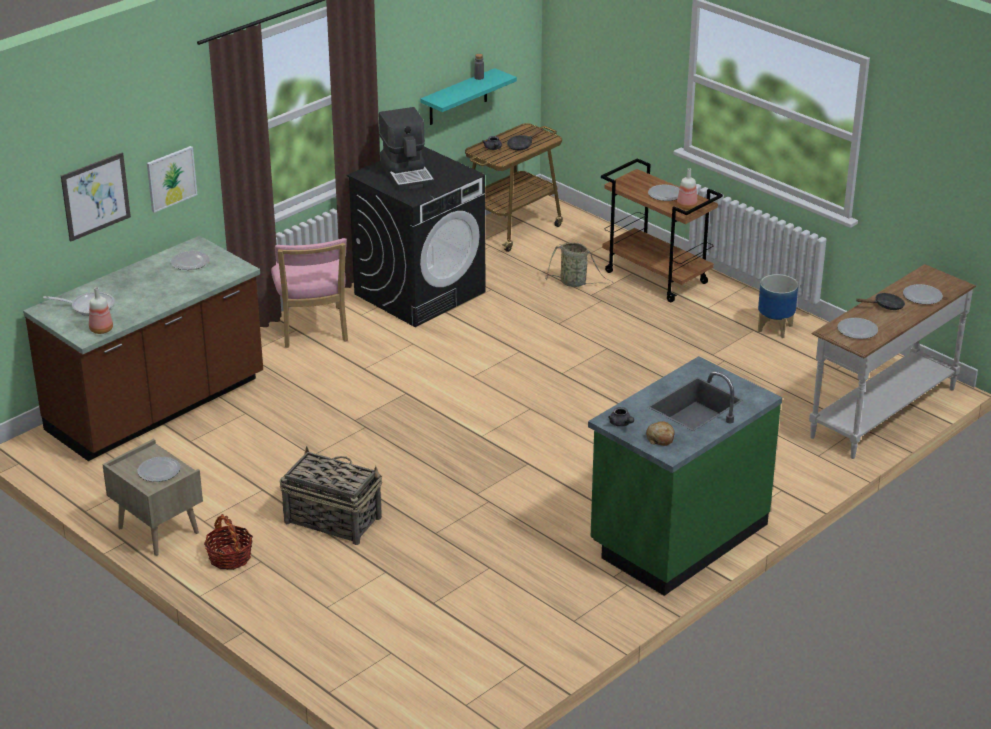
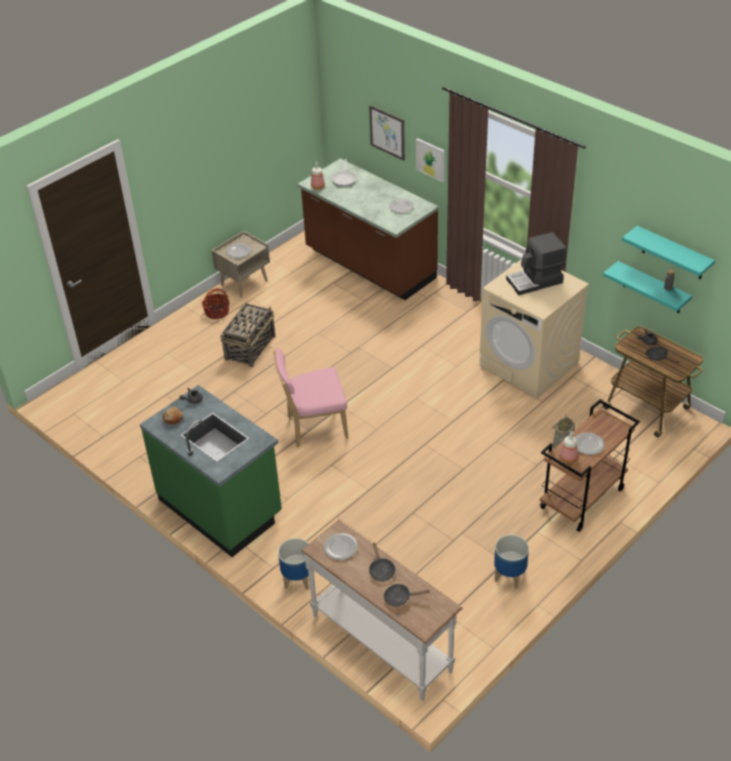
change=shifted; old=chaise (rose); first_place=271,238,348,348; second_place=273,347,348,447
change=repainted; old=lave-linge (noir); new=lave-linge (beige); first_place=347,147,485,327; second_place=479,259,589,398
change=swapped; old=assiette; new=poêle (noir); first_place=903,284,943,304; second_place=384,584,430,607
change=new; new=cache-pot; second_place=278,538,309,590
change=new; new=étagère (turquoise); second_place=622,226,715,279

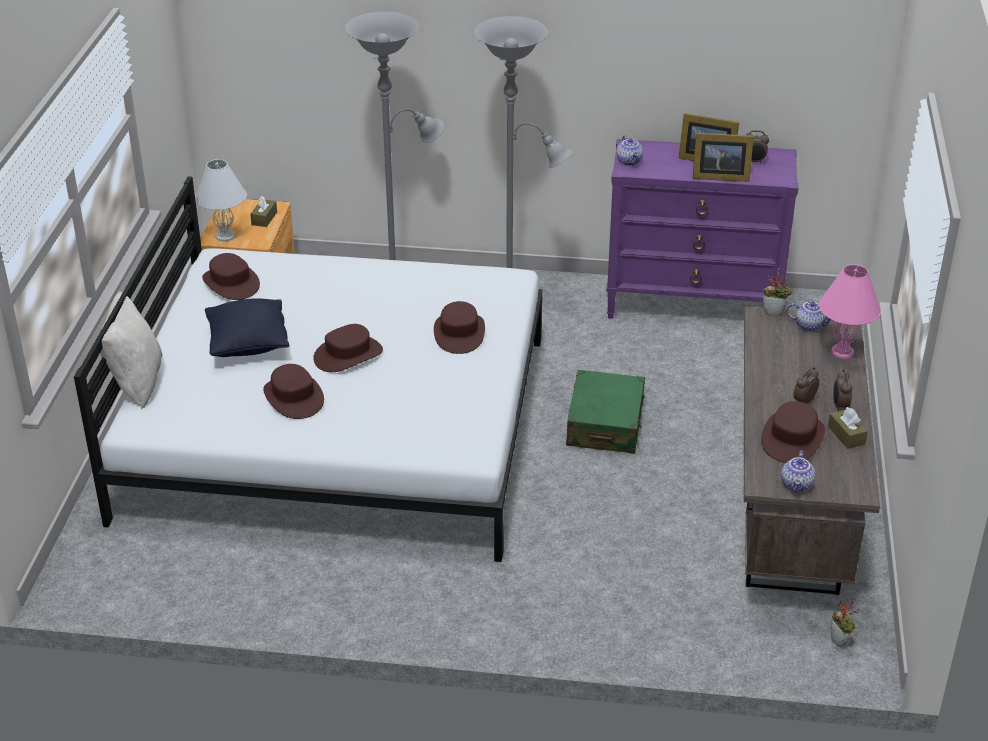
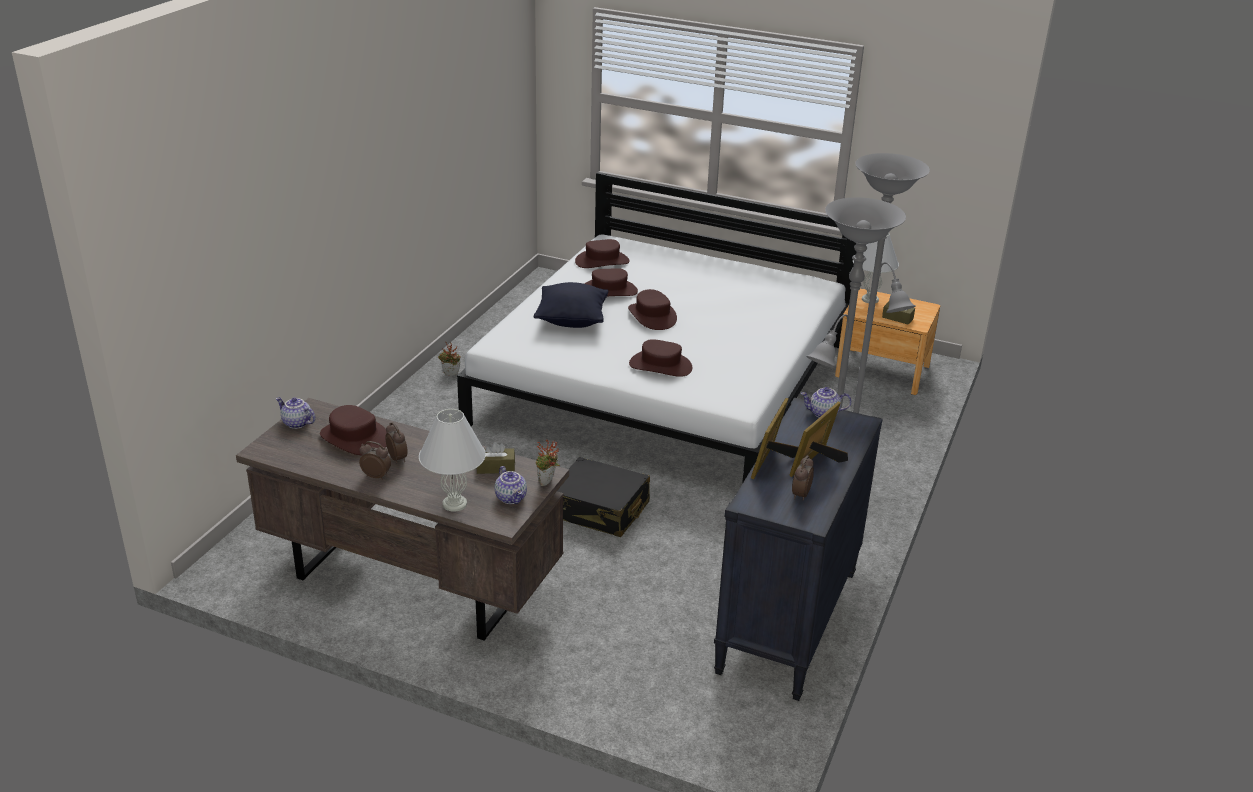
change=gone; old=coussin (beige); first_place=100,291,163,409
change=shifted; old=chapeau (marron); first_place=202,253,260,300; second_place=575,239,630,268
change=shifted; old=coussin (noir); first_place=205,298,290,357; second_place=534,282,609,328
change=repainted; old=valise (vert); new=valise (noir); first_place=566,370,645,454; second_place=557,457,650,537
change=repainted; old=commode (violet); new=commode (noir); first_place=606,139,798,319; second_place=714,398,883,701
change=rotated; old=théière; first_place=787,302,831,331; second_place=495,466,527,504; degrees=-60
change=repainted; old=lampe de table (rose); new=lampe de table (blanc); first_place=819,264,881,359; second_place=419,409,486,511
change=shifted; old=boîte à mouchoirs (marron); first_place=828,407,868,449; second_place=477,442,515,474
change=shifted; old=plante en pot; first_place=830,599,859,647; second_place=438,342,461,376

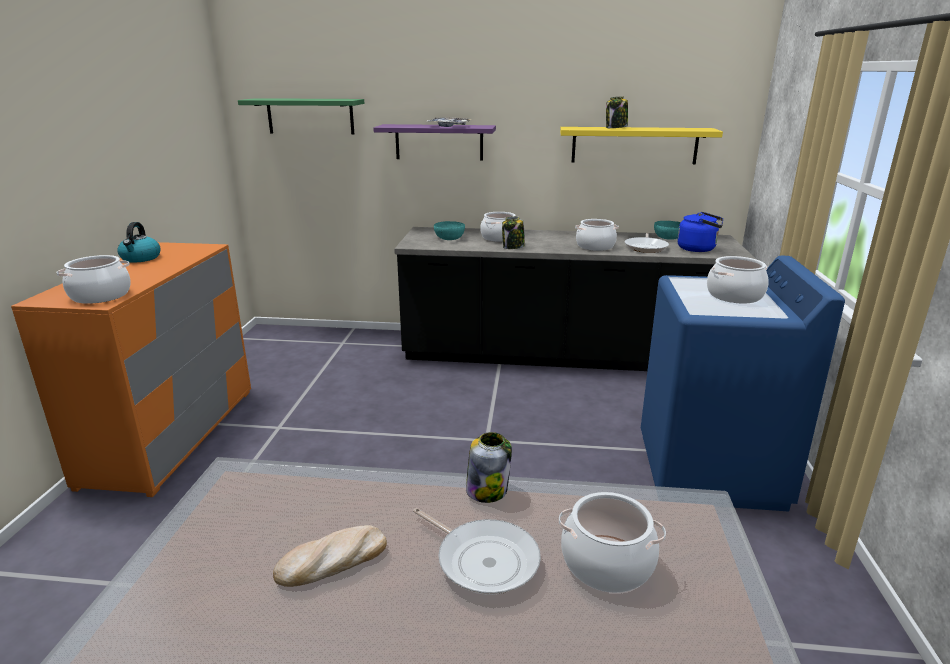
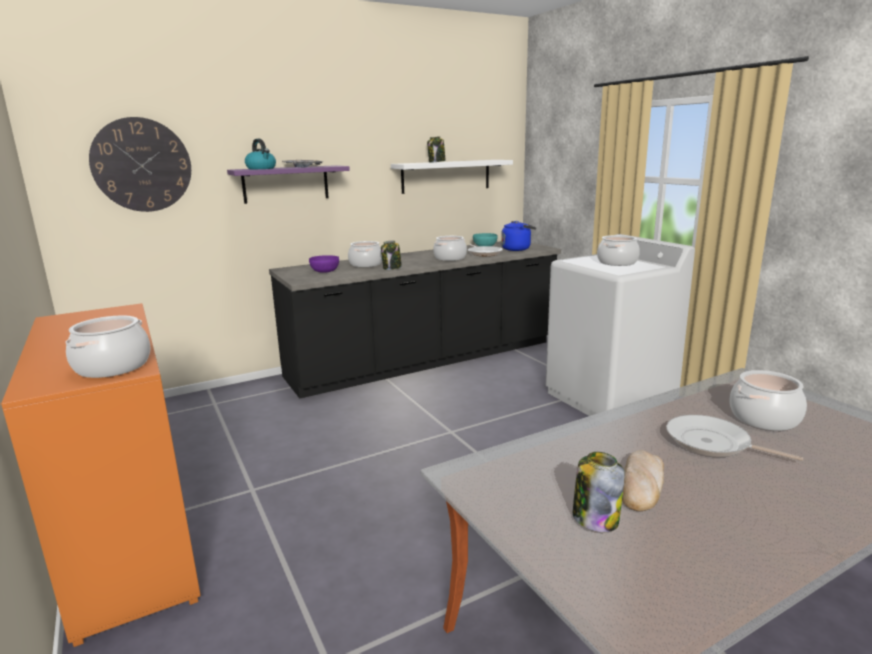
change=shifted; old=bouilloire; first_place=118,222,160,263; second_place=245,139,276,169
change=swapped; old=étagère (vert); new=horloge murale; first_place=238,98,364,134; second_place=89,117,191,212
change=rotated; old=poêle; first_place=413,508,541,595; second_place=666,415,803,461; degrees=-150
change=repainted; old=bol (turquoise); new=bol (violet); first_place=434,221,465,240; second_place=309,255,339,273
change=shifted; old=bocal; first_place=466,432,512,503; second_place=573,452,625,532
change=repainted; old=étagère (jaune); new=étagère (blanc); first_place=560,127,723,164; second_place=391,160,513,194
change=repainted; old=lave-linge (bleu); new=lave-linge (blanc); first_place=641,256,845,511; second_place=546,234,695,416

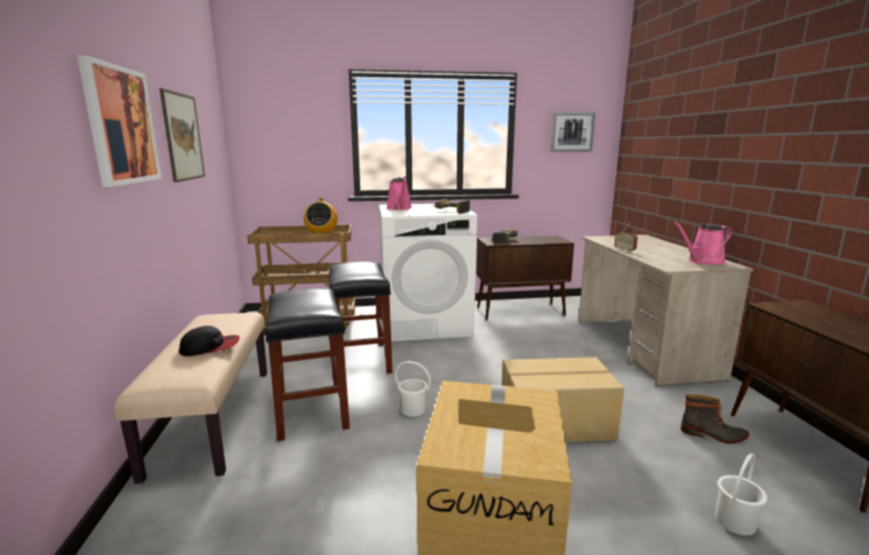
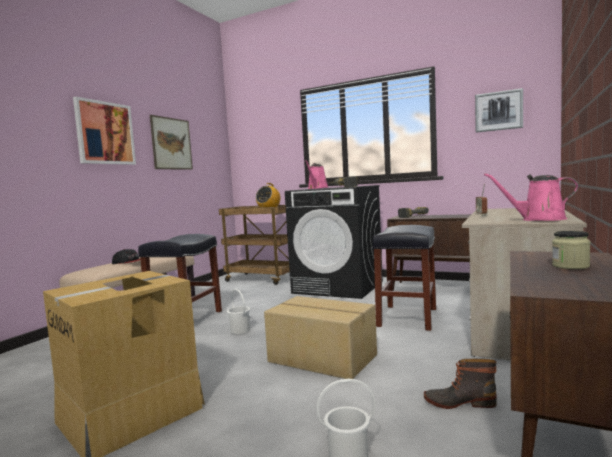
change=shifted; old=tabouret (noir); first_place=329,262,392,374; second_place=372,225,436,331
change=repainted; old=lave-linge (blanc); new=lave-linge (noir); first_place=379,204,477,341; second_place=285,185,383,299
change=rotated; old=botte; first_place=681,395,749,444; second_place=424,359,497,409; degrees=135
change=new; new=bocal; second_place=552,231,590,269

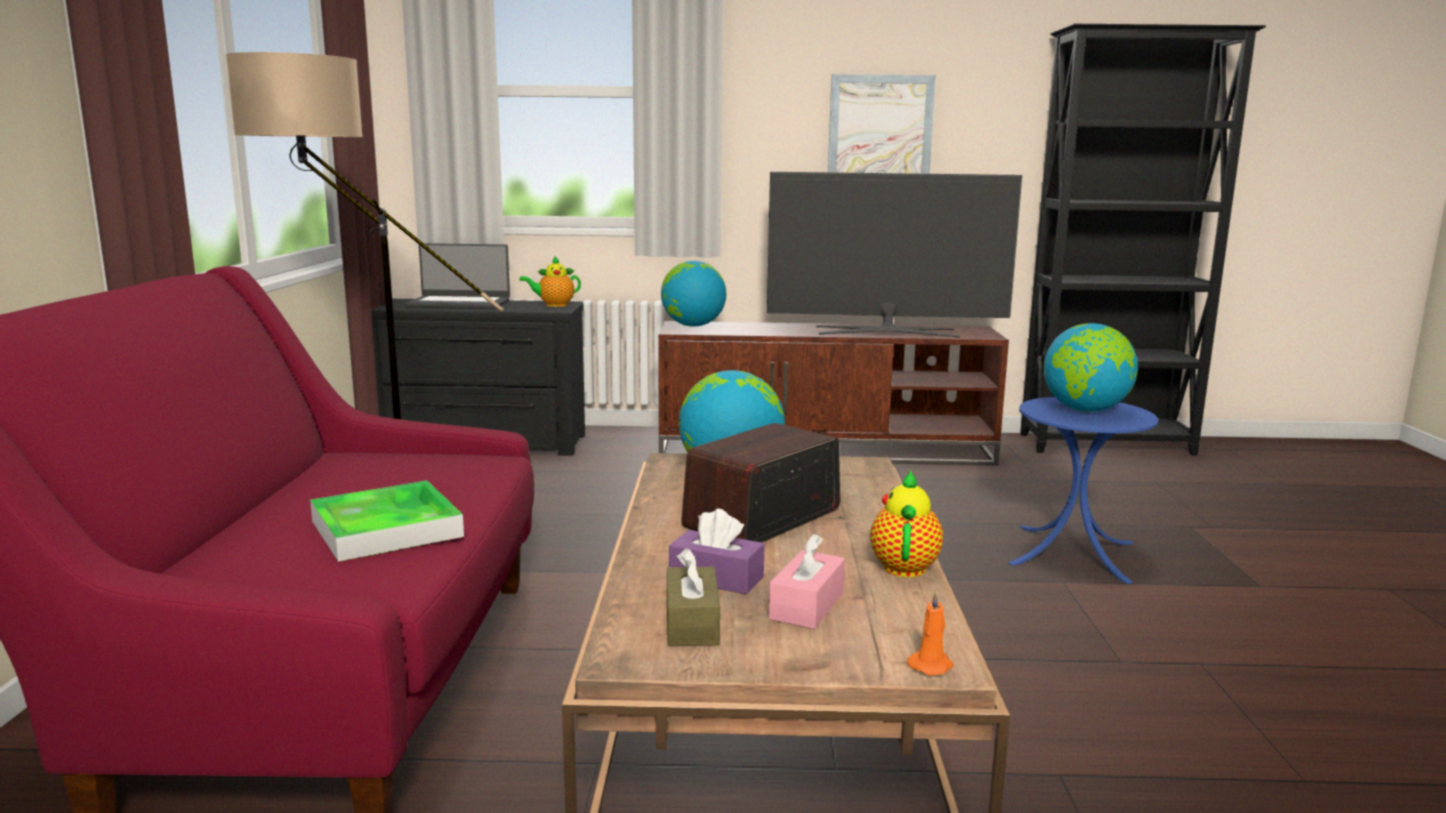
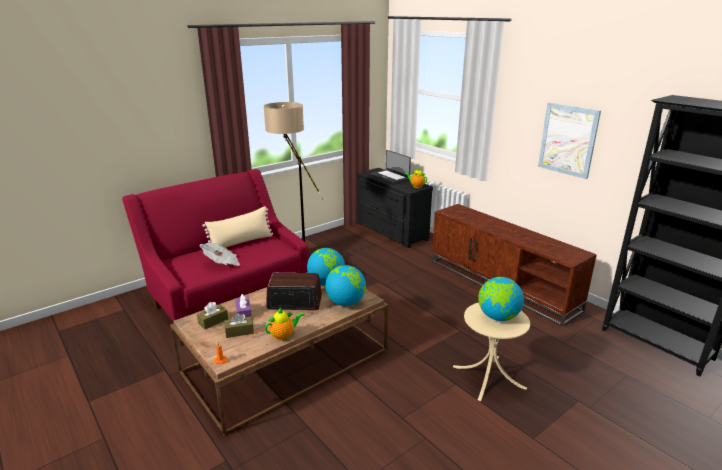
change=swapped; old=plateau; new=journal; first_place=310,481,464,562; second_place=200,243,240,266
change=shifted; old=globe; first_place=661,261,726,327; second_place=325,265,366,306
change=gone; old=téléviseur; first_place=767,172,1022,338
change=repainted; old=boîte à mouchoirs (rose); new=boîte à mouchoirs (marron); first_place=769,534,845,629; second_place=225,313,254,338
change=repainted; old=table d'appoint (bleu); new=table d'appoint (beige); first_place=1008,397,1158,584; second_place=453,303,530,401
change=new; new=coussin (beige); second_place=202,206,273,248

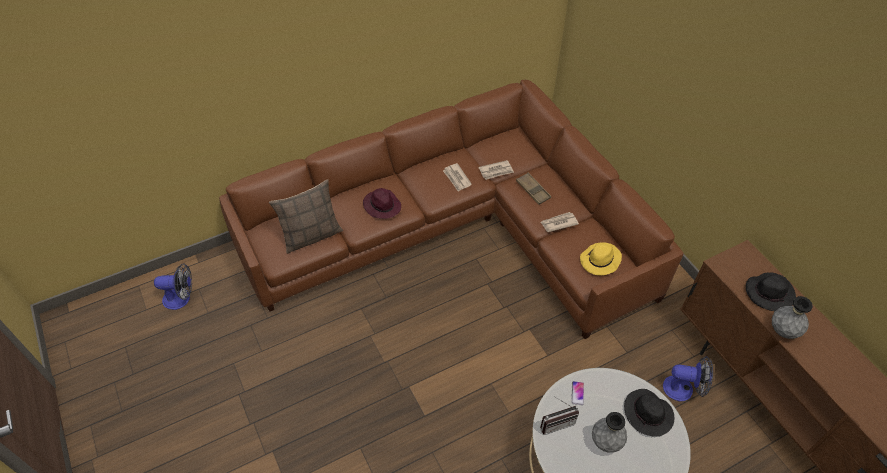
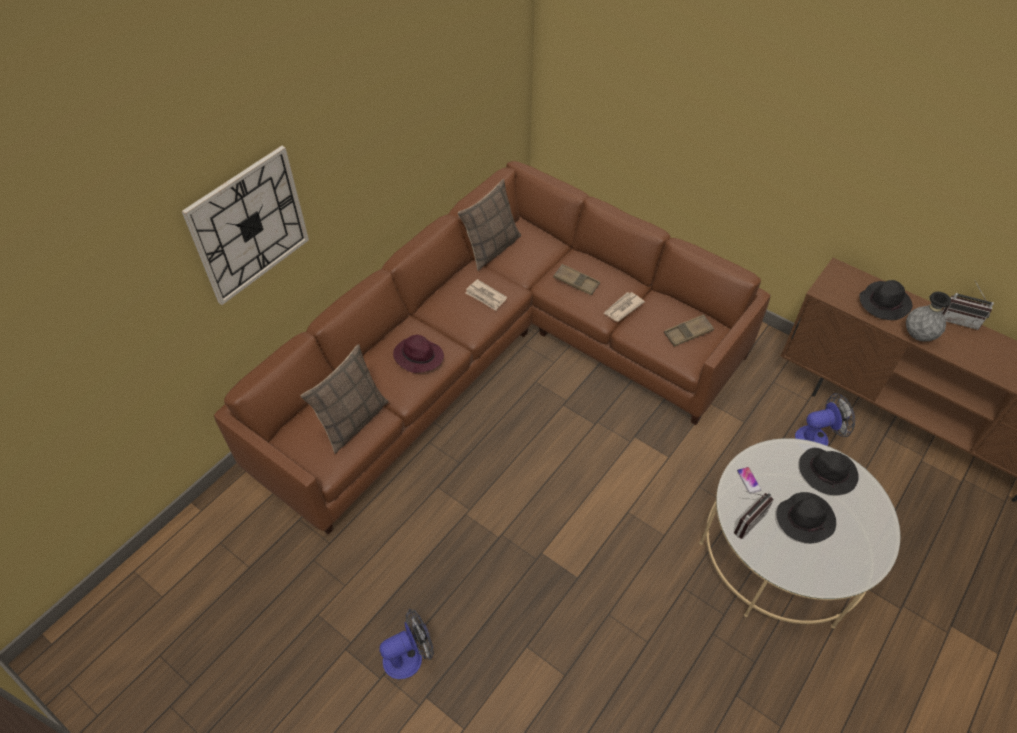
change=shifted; old=ventilateur; first_place=154,263,192,310; second_place=379,609,434,679
change=gone; old=journal; first_place=479,160,514,180
change=swapped; old=chapeau (jaune); new=plateau (marron); first_place=580,242,622,275; second_place=664,314,714,347
change=swapped; old=vase (gris); new=chapeau (noir); first_place=592,412,627,453; second_place=776,492,836,543
change=new; new=horloge murale; second_place=182,146,309,305
change=new; new=coussin; second_place=458,179,521,271
change=new; new=radio; second_place=942,281,994,330

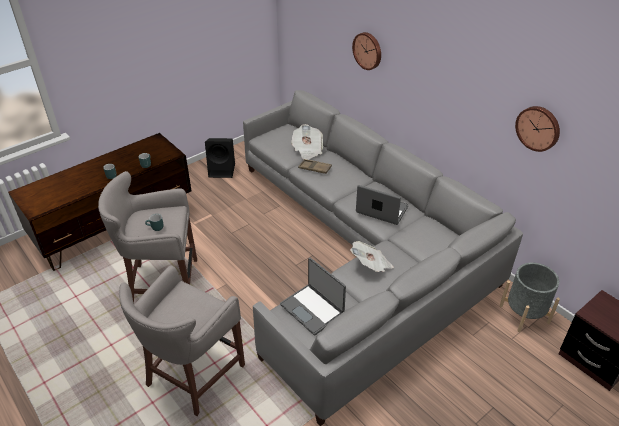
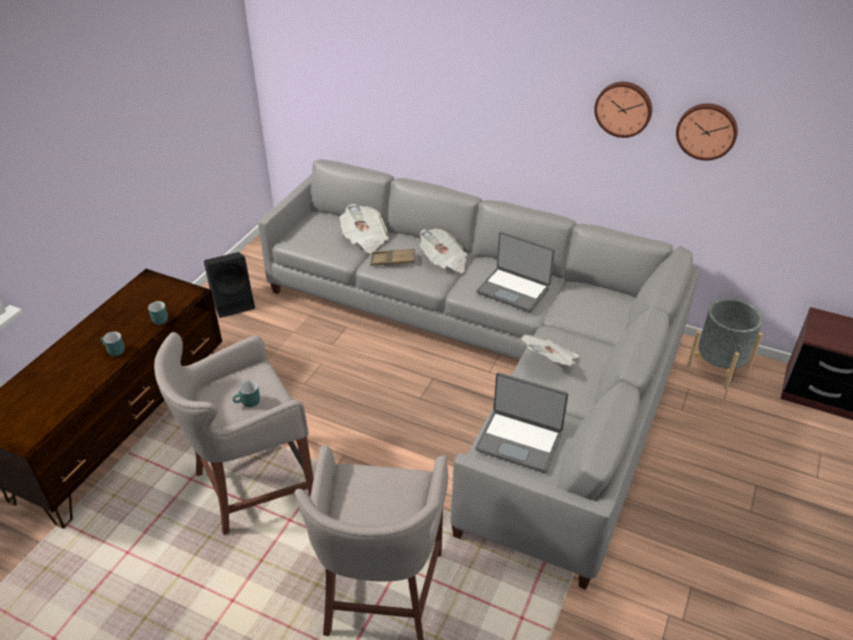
change=shifted; old=horloge murale; first_place=352,32,381,70; second_place=594,82,652,138
change=rotated; old=ordinateur portable; first_place=356,185,408,225; second_place=477,232,555,312; degrees=-150
change=new; new=journal; second_place=420,228,468,273

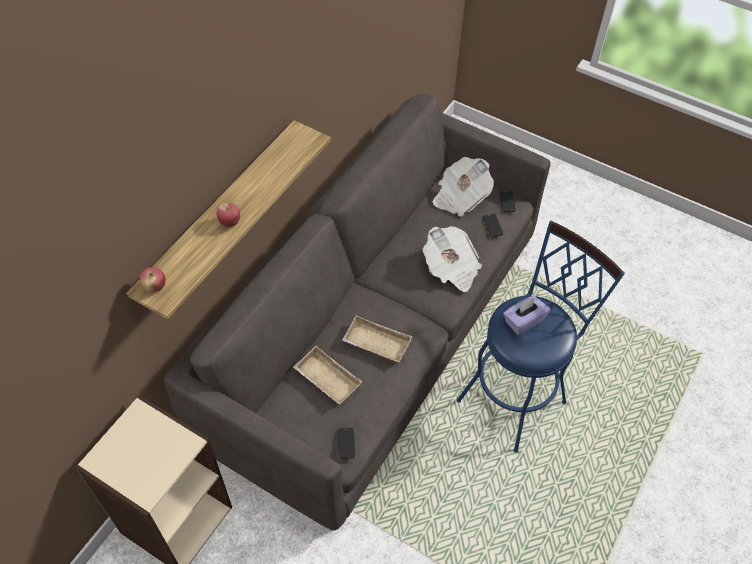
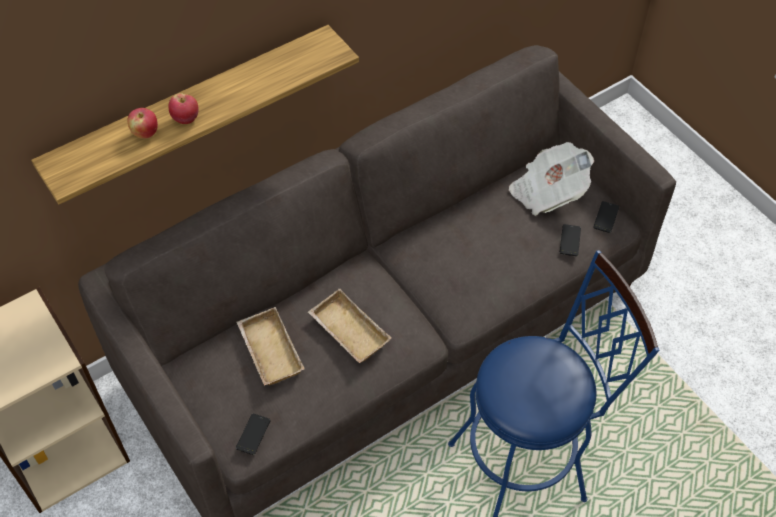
change=shifted; old=pomme; first_place=139,267,166,293; second_place=127,108,158,139
change=gone; old=journal; first_place=423,226,482,292
change=gone; old=boîte à mouchoirs (violet); first_place=503,296,550,335

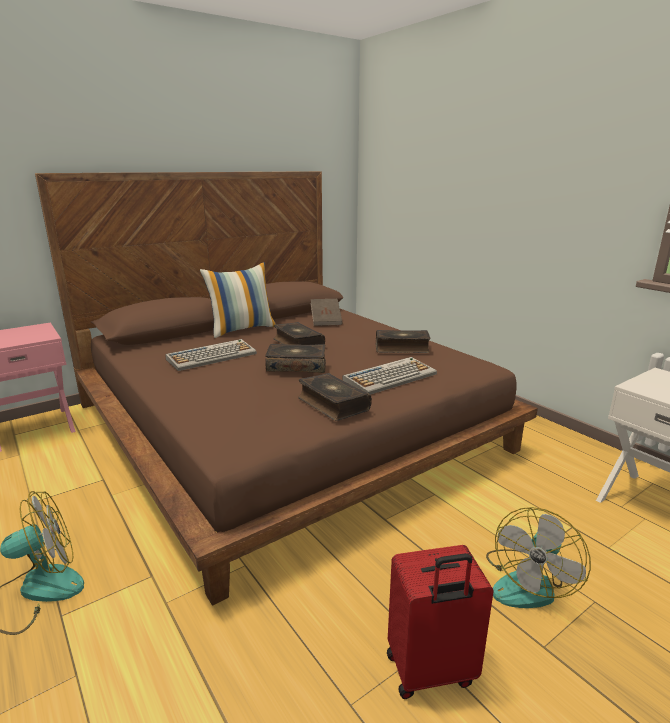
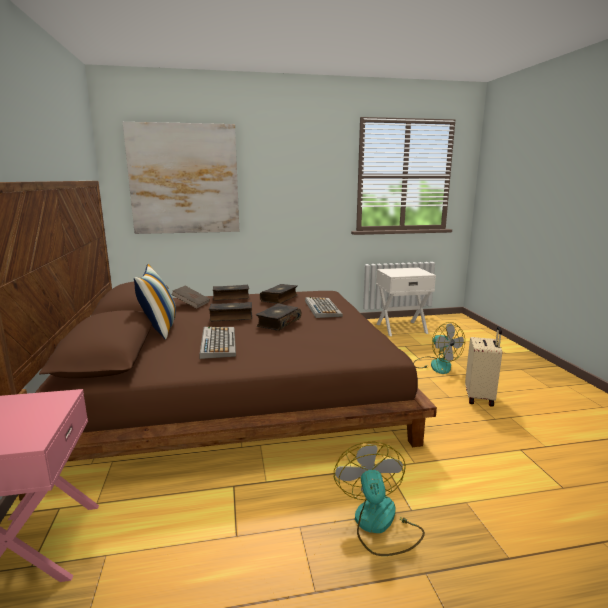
change=shifted; old=livre; first_place=298,373,372,421; second_place=213,285,249,301
change=repainted; old=valise (rouge); new=valise (beige); first_place=387,545,494,699; second_place=465,326,502,407
change=new; new=tableau; second_place=123,122,239,234

